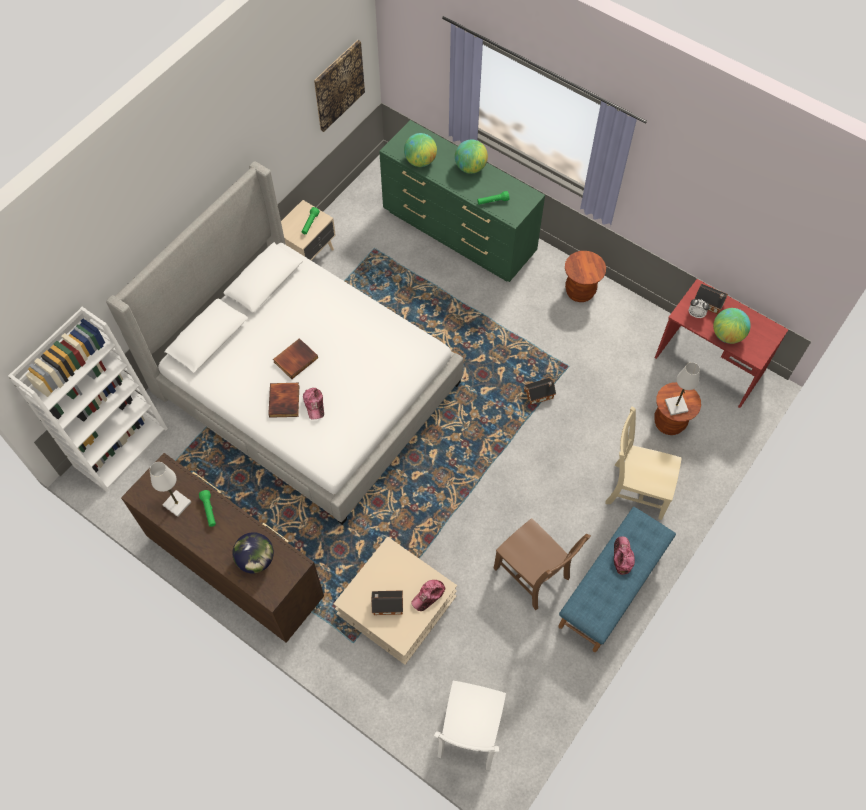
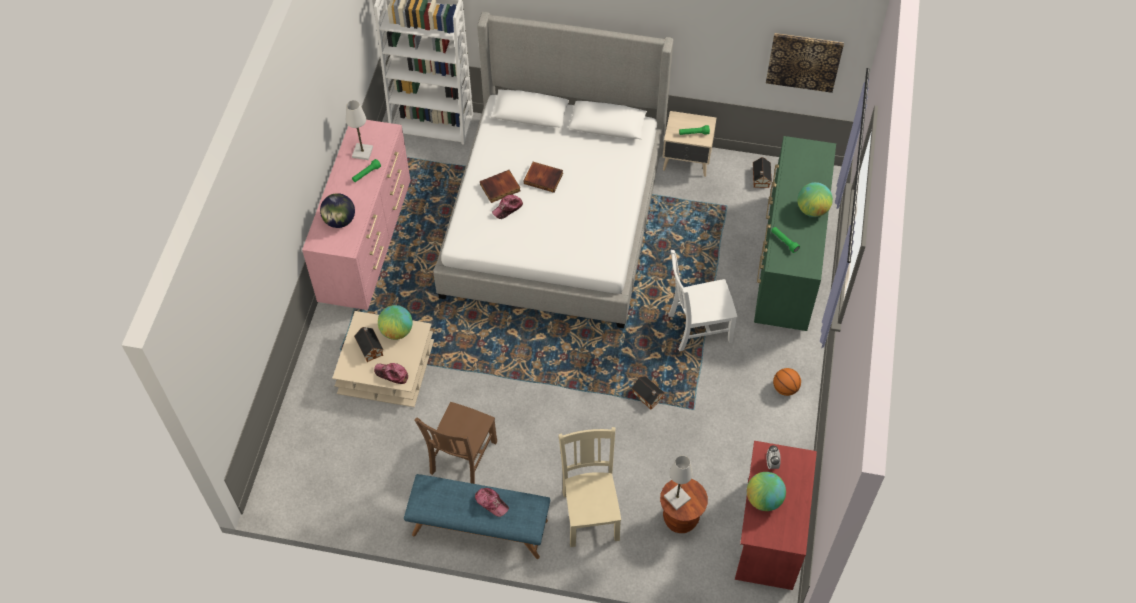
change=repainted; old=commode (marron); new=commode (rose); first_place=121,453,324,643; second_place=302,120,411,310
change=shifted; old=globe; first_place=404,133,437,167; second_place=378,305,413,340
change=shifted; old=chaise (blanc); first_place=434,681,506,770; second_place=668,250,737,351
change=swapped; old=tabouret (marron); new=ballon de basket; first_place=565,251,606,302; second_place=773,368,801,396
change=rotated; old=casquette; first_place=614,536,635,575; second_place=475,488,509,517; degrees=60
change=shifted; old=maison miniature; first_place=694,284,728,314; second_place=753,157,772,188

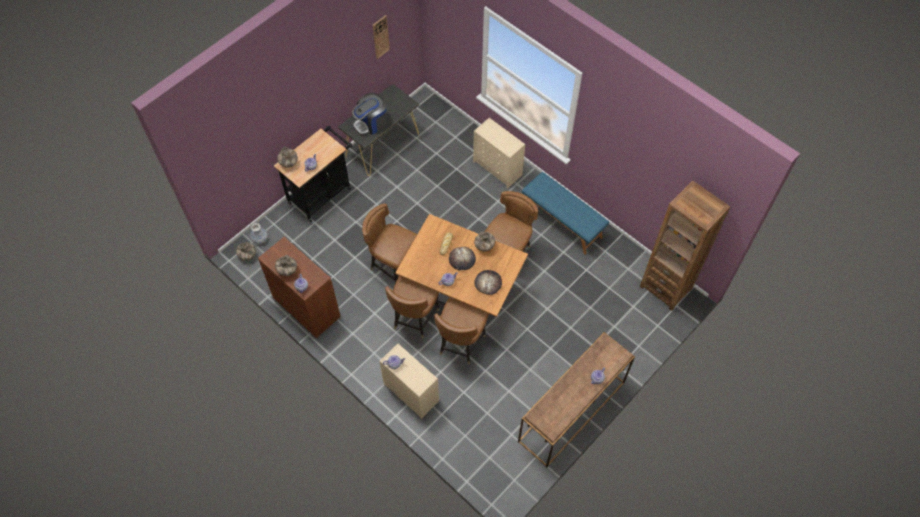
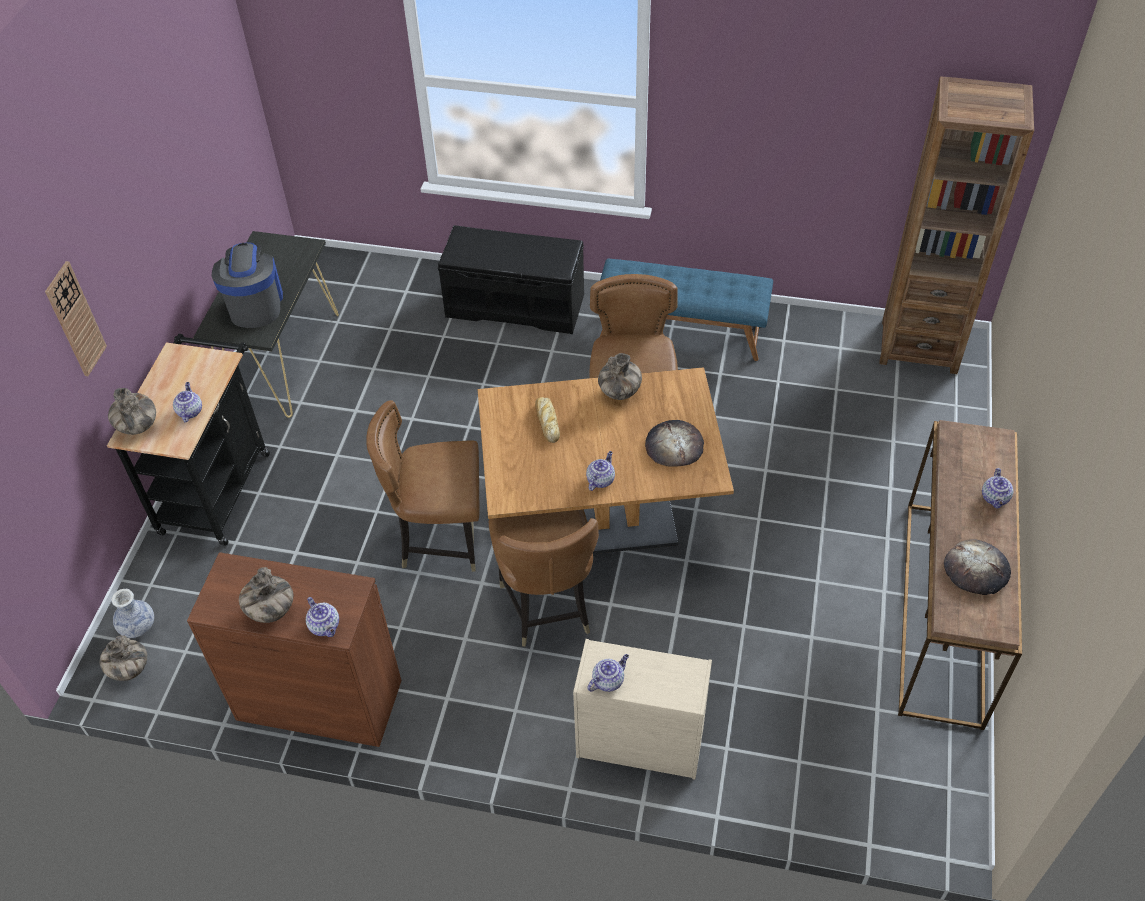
change=rotated; old=machine à café; first_place=352,93,387,135; second_place=212,242,283,328; degrees=150
change=shifted; old=horloge murale; first_place=372,15,390,59; second_place=45,261,107,376
change=gone; old=chaise (marron); first_place=434,298,489,365
change=shifted; old=pain; first_place=449,247,476,271; second_place=944,539,1011,595
change=swapped; old=commode (beige); new=banc (noir); first_place=473,117,525,189; second_place=438,225,584,334

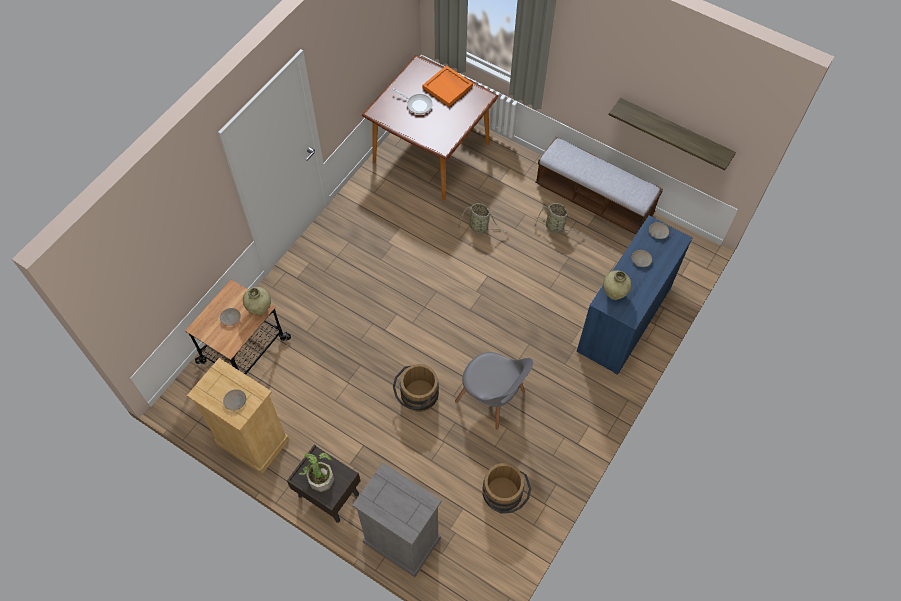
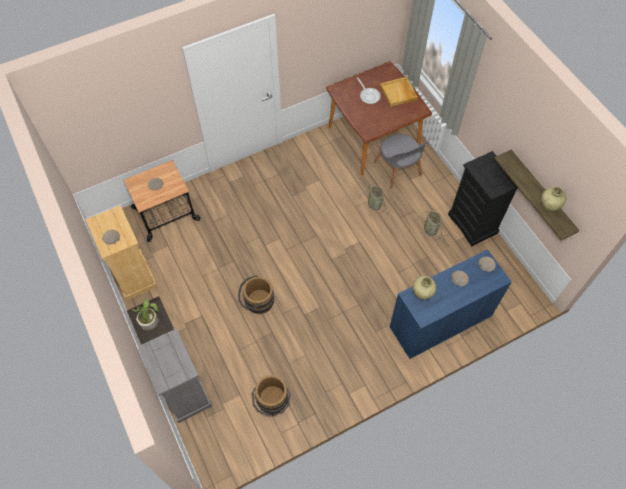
change=shifted; old=vase (beige); first_place=243,287,271,315; second_place=541,187,566,212
change=repainted; old=plateau (orange); new=plateau (beige); first_place=423,65,473,106; second_place=380,77,418,107
change=shifted; old=chaise (gris); first_place=455,352,533,430; second_place=374,134,429,189
change=swapped; old=banc; new=commode (noir); first_place=535,136,663,235; second_place=448,151,518,246

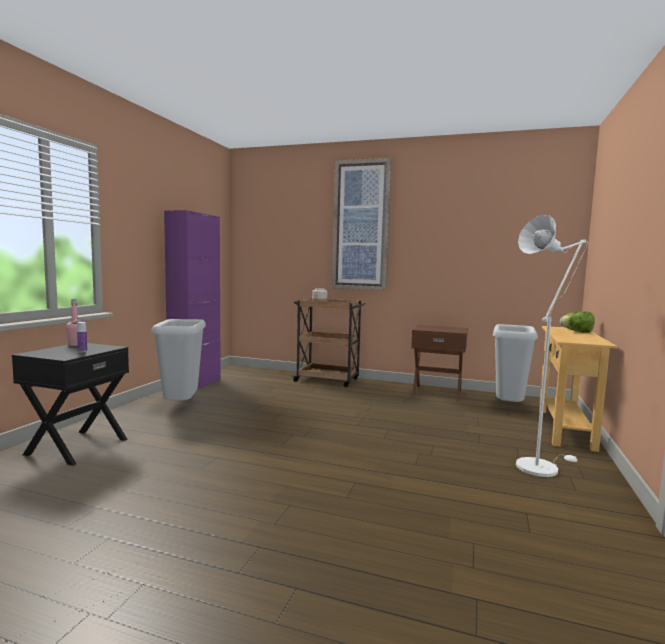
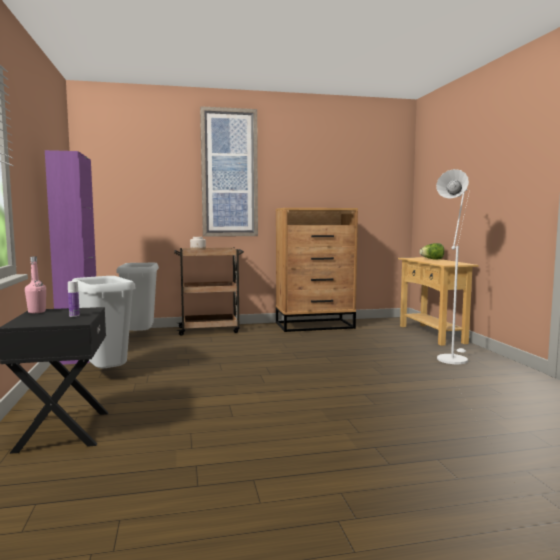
change=swapped; old=table de chevet (marron); new=commode (marron); first_place=411,325,468,402; second_place=276,208,358,332
change=shifted; old=poubelle (gris); first_place=493,324,538,402; second_place=116,263,159,331

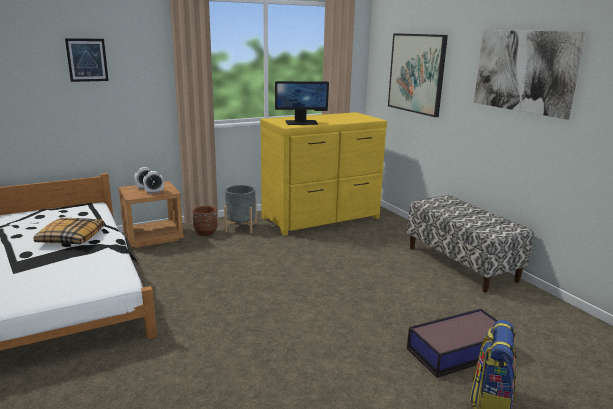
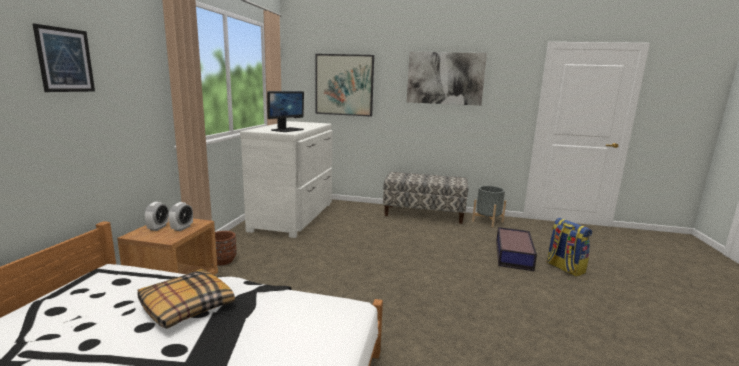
change=shifted; old=cache-pot (gris); first_place=224,185,257,233; second_place=472,186,506,228
change=repainted; old=commode (jaune); new=commode (blanc); first_place=260,112,387,236; second_place=240,121,332,238

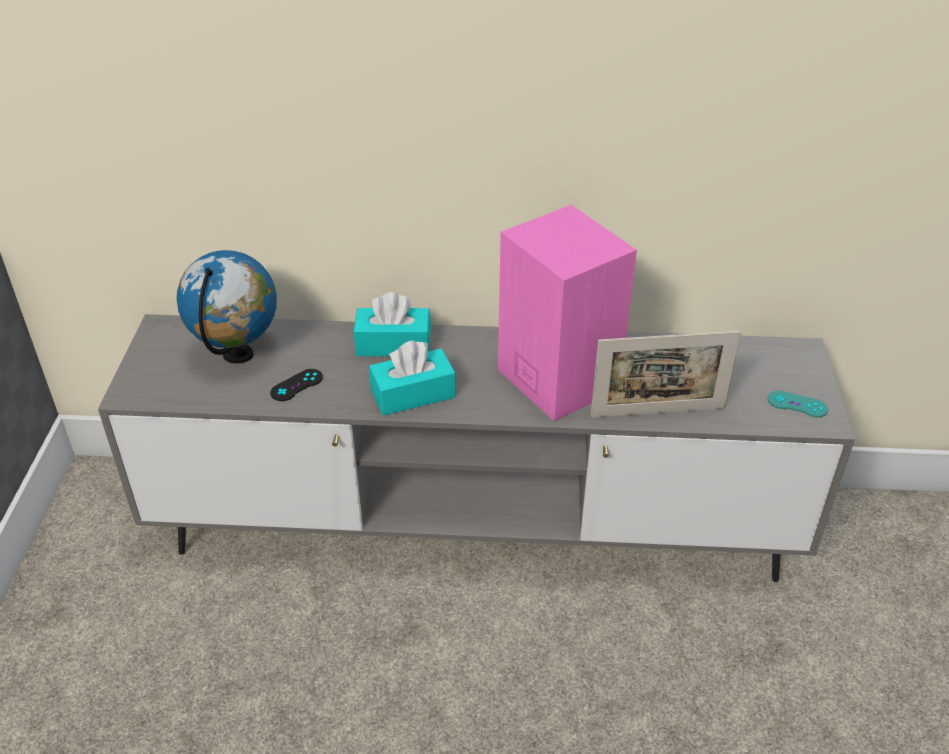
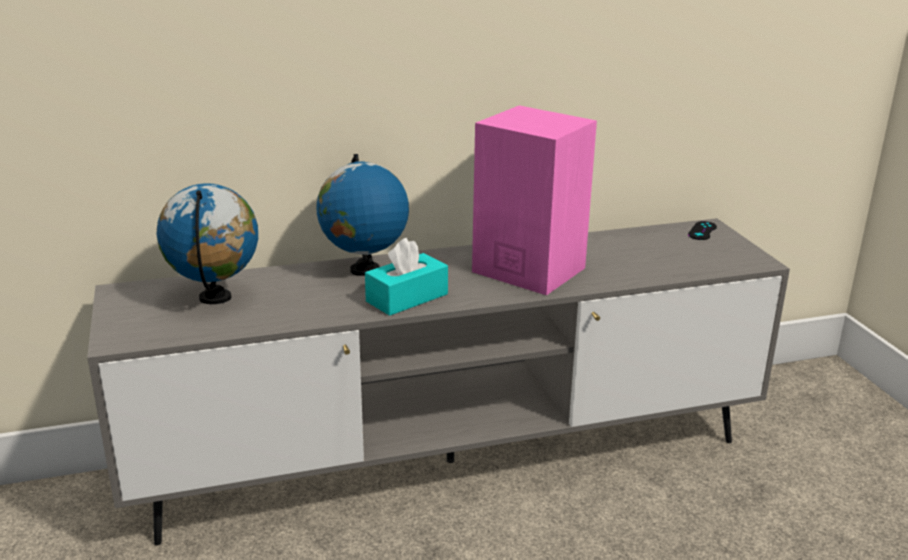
change=shifted; old=manette (noir); first_place=270,369,323,401; second_place=688,221,717,240
change=swapped; old=boîte à mouchoirs (turquoise); new=globe; first_place=353,292,431,356; second_place=316,154,409,276
change=gone; old=cadre photo; first_place=591,331,741,418
change=gone; old=manette (turquoise); first_place=768,391,828,417

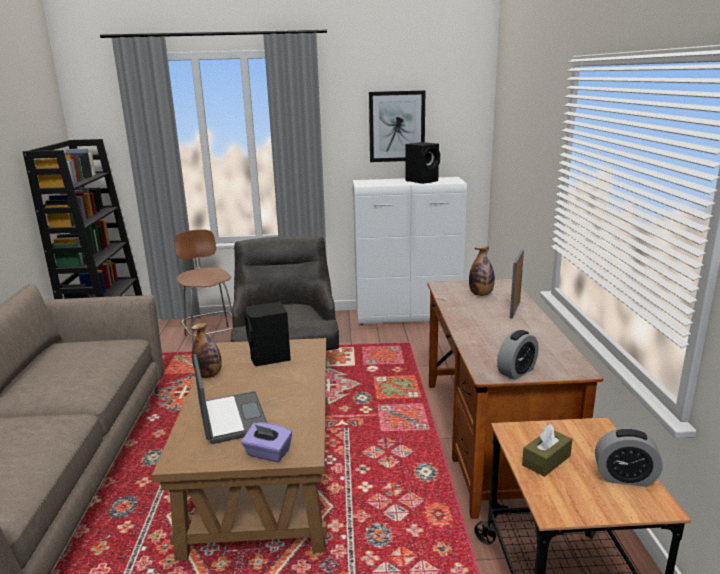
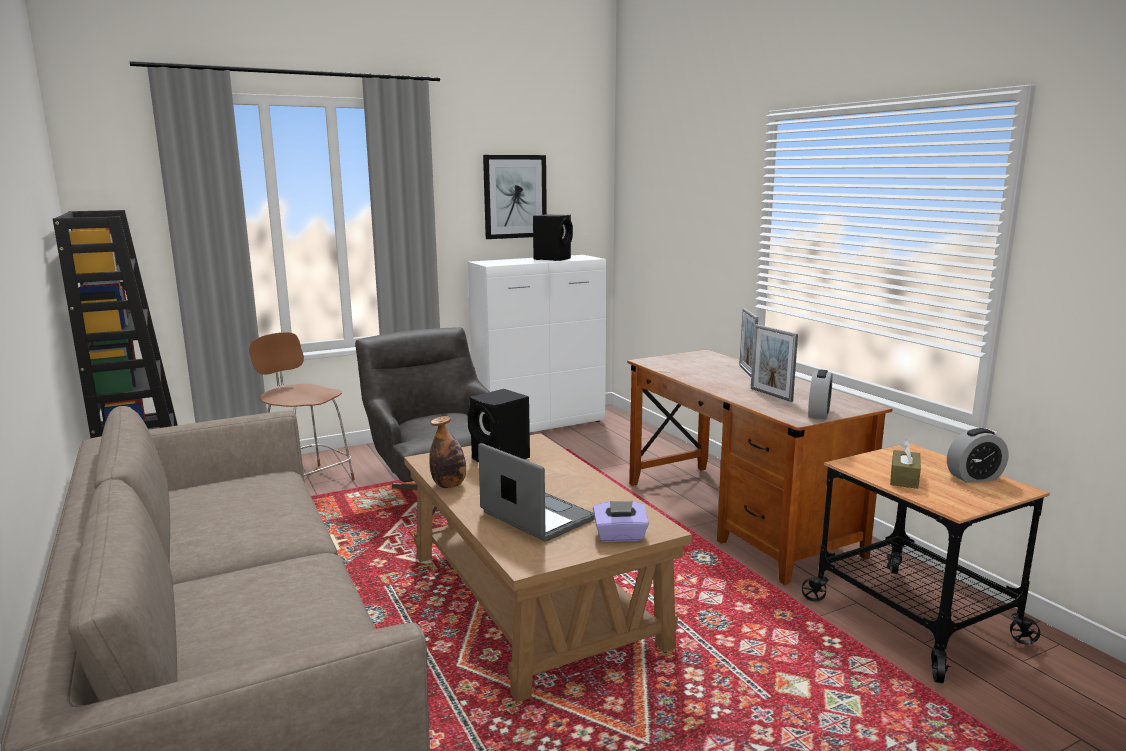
change=gone; old=bouteille; first_place=469,246,495,296
change=new; new=cadre photo; second_place=751,324,798,402

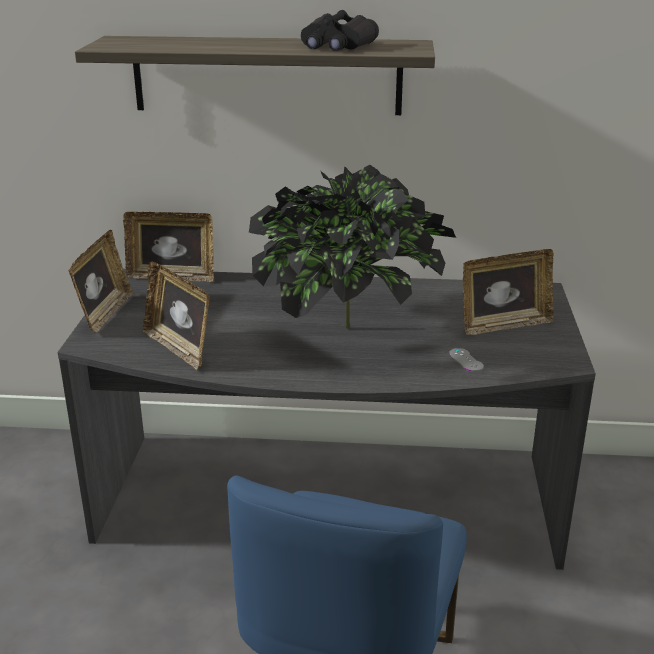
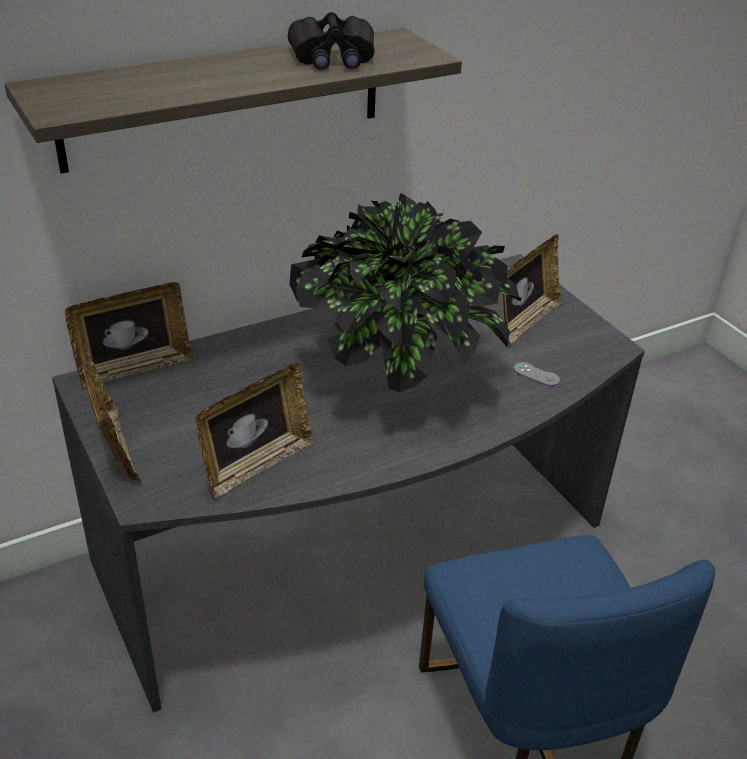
change=rotated; old=cadre photo; first_place=143,262,210,370; second_place=195,363,314,498; degrees=-60

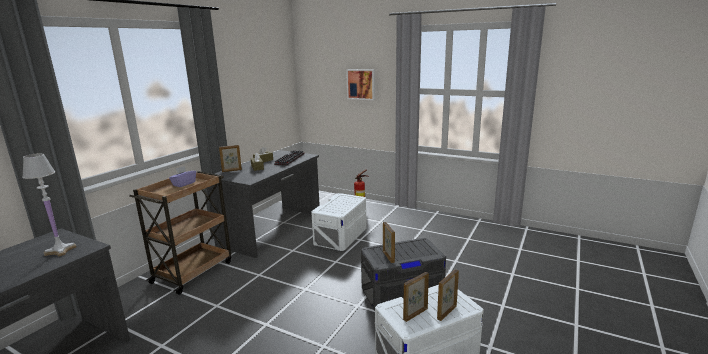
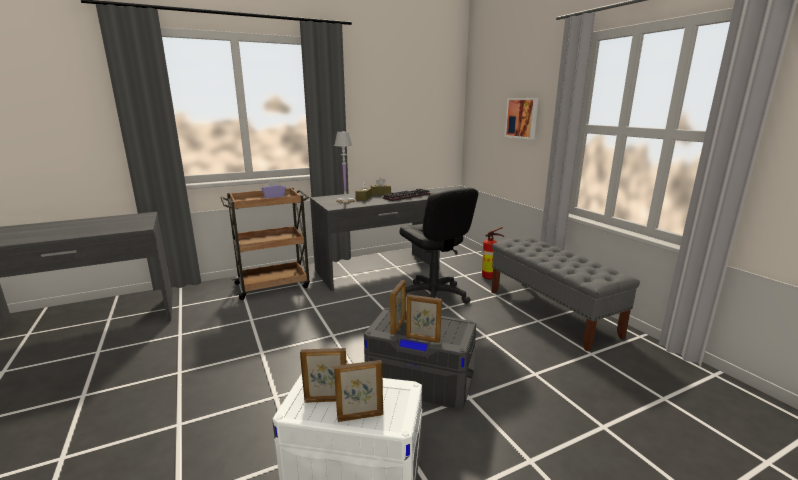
change=shifted; old=lampe de table (blanc); first_place=22,153,77,256; second_place=334,131,355,204
change=shifted; old=cadre photo; first_place=219,145,242,172; second_place=406,294,442,343
change=swapped; old=boîte de rangement (blanc); new=chaise de bureau (noir); first_place=311,193,367,251; second_place=399,187,478,304
change=new; new=banc (gris); second_place=491,237,640,351

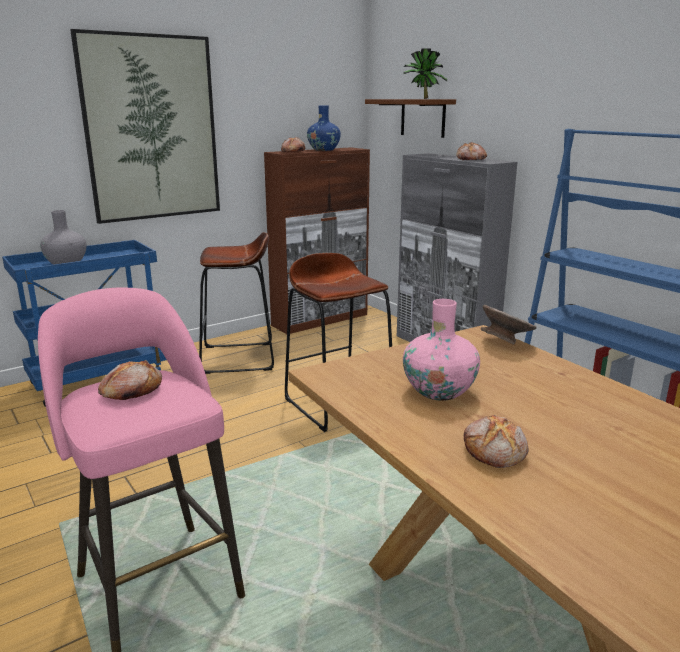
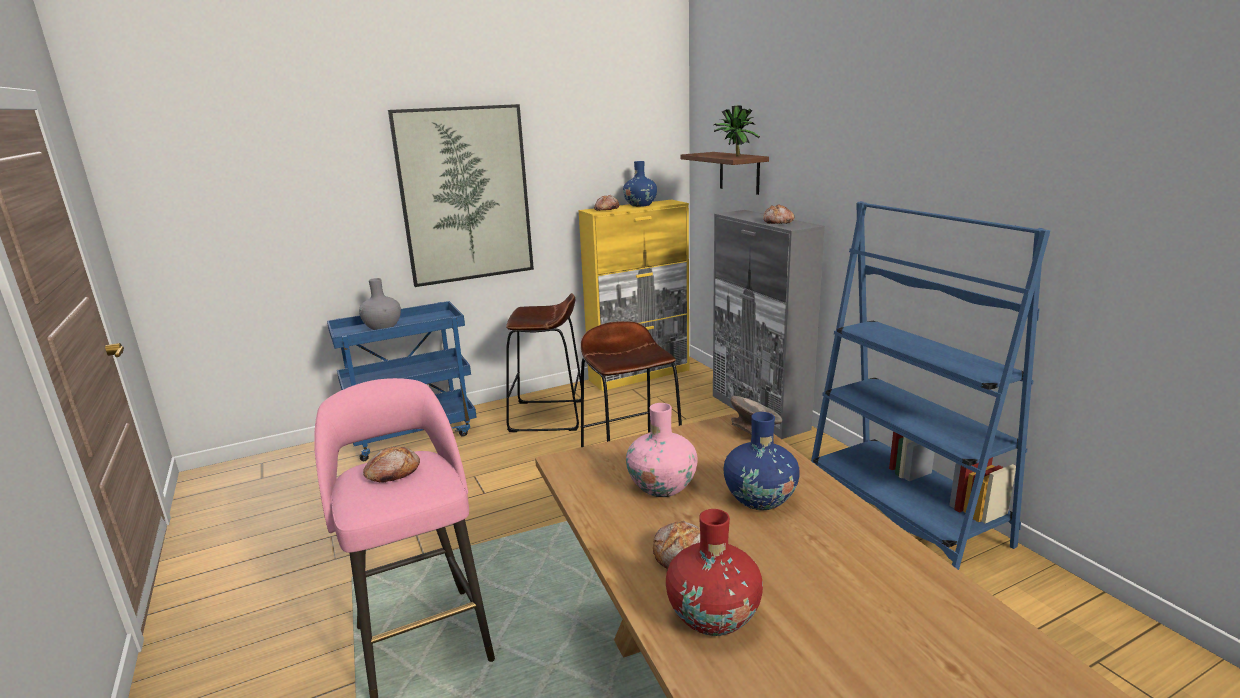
change=repainted; old=meuble de rangement (marron); new=meuble de rangement (jaune); first_place=264,147,370,334; second_place=578,200,689,391
change=new; new=vase (rouge); second_place=666,509,763,636
change=new; new=vase (bleu); second_place=724,412,800,510

